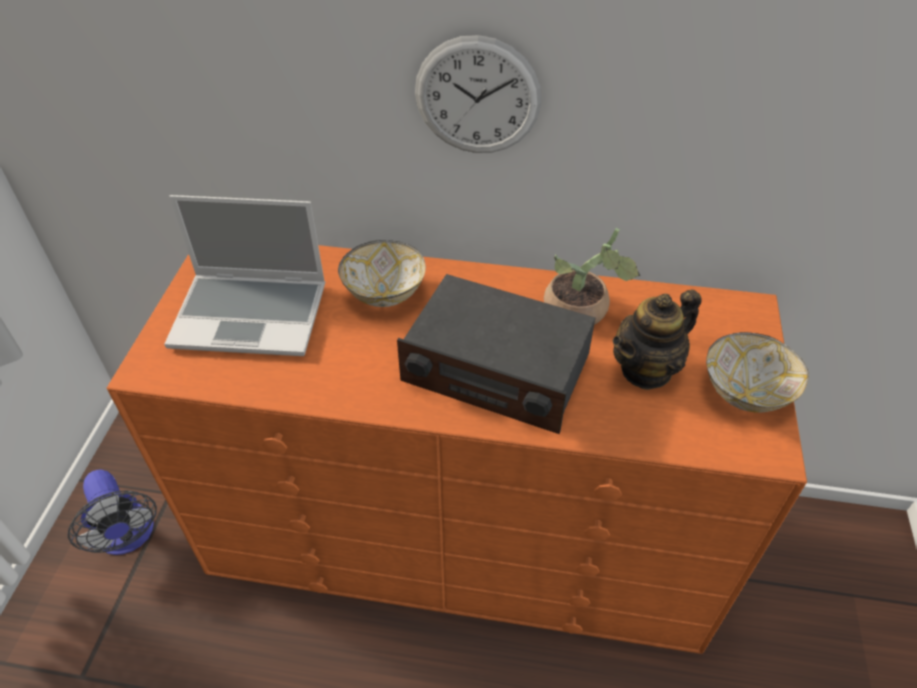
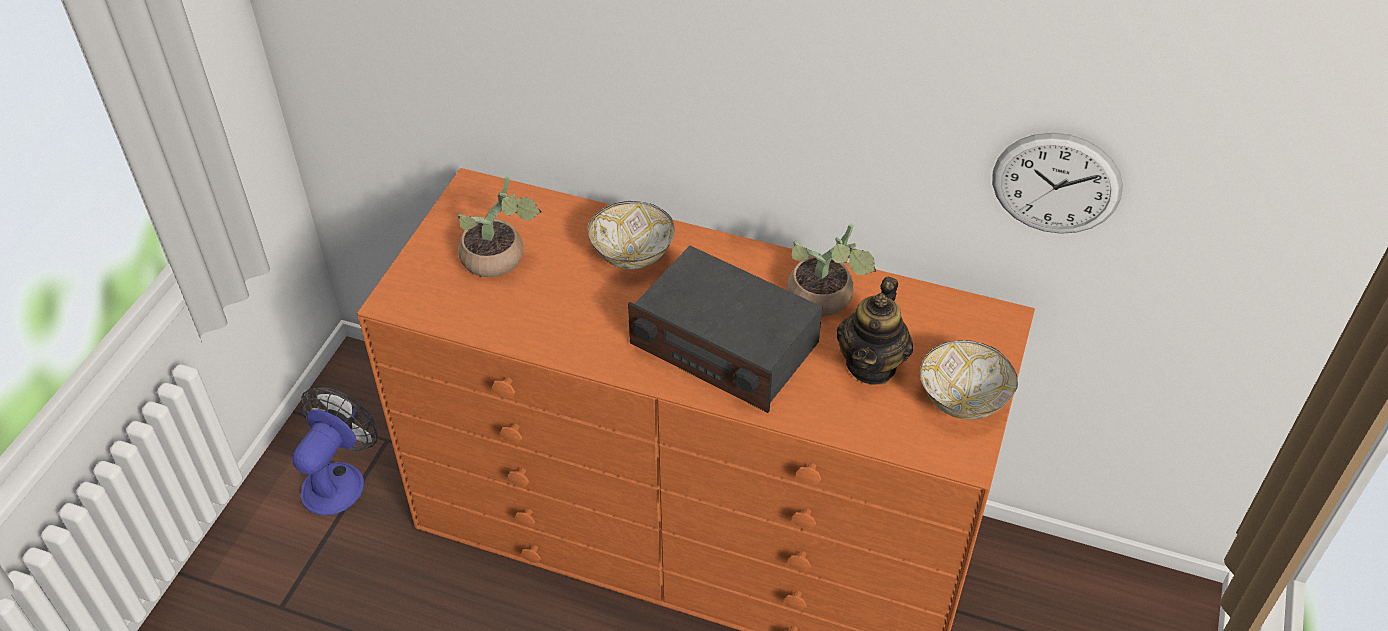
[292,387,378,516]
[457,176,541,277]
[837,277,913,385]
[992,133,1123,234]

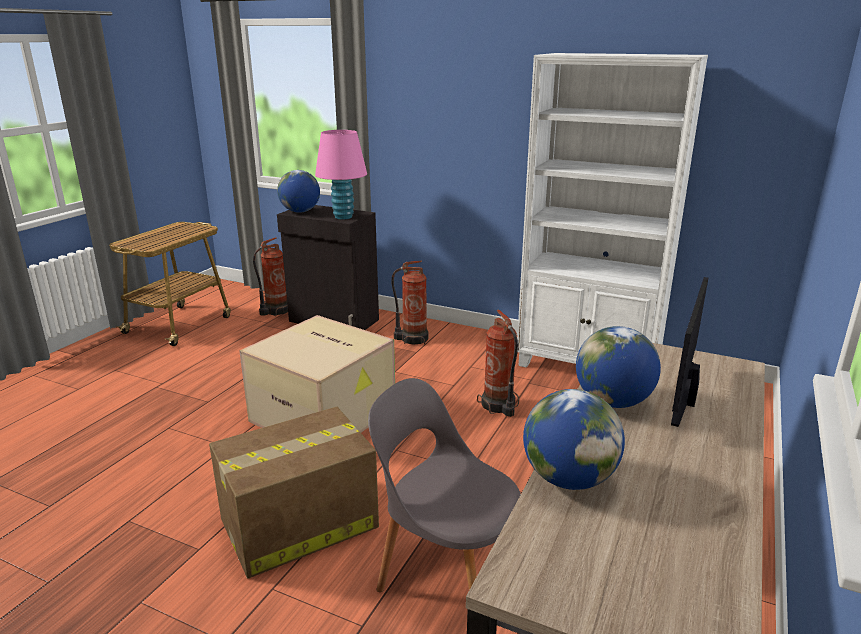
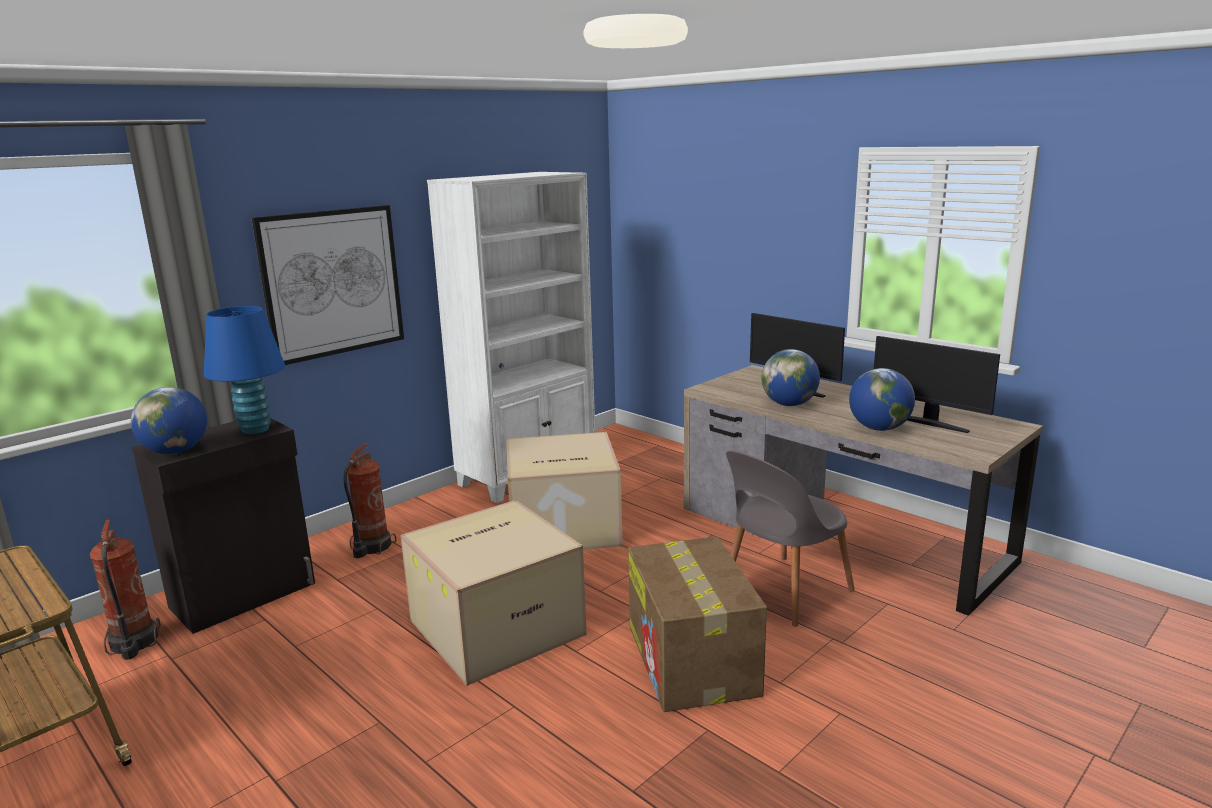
[204,306,285,435]
[252,205,404,365]
[506,432,623,550]
[874,336,1000,433]

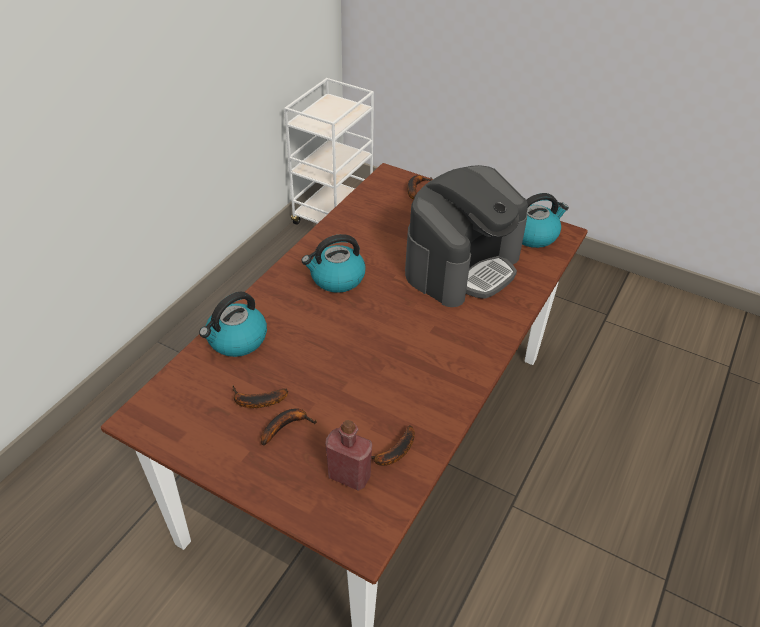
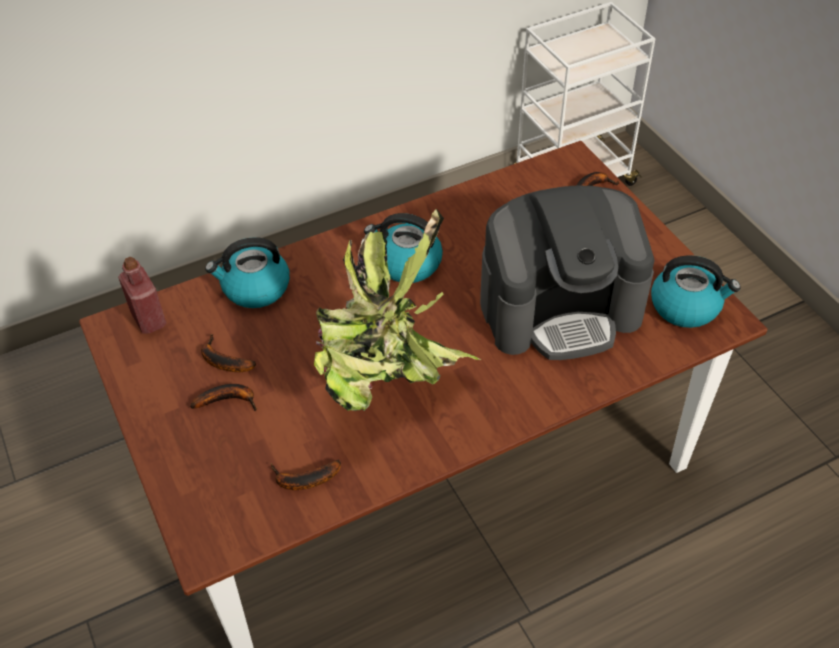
[118,257,166,334]
[314,209,481,411]

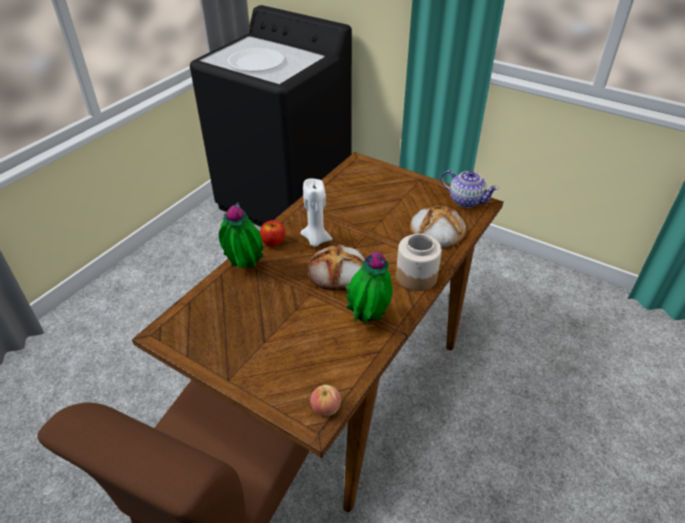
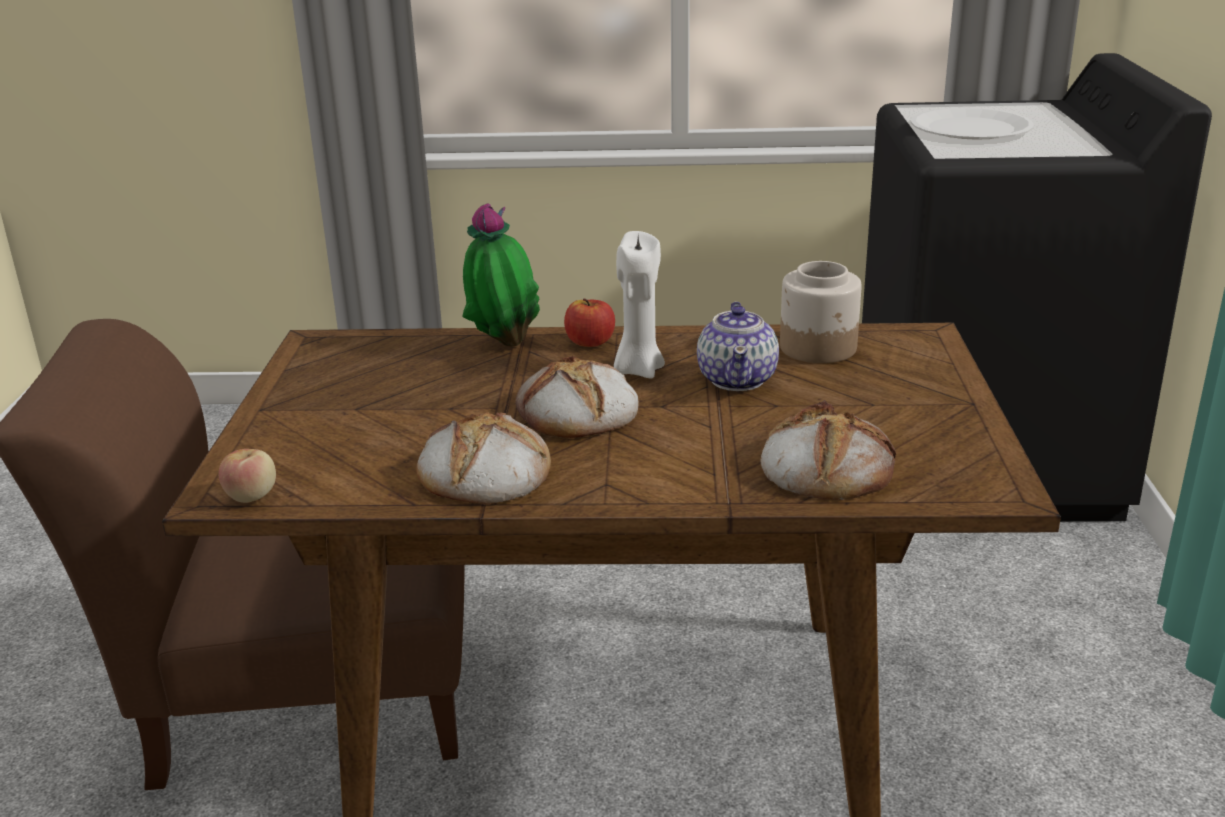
[416,412,551,504]
[697,302,779,391]
[780,261,862,363]

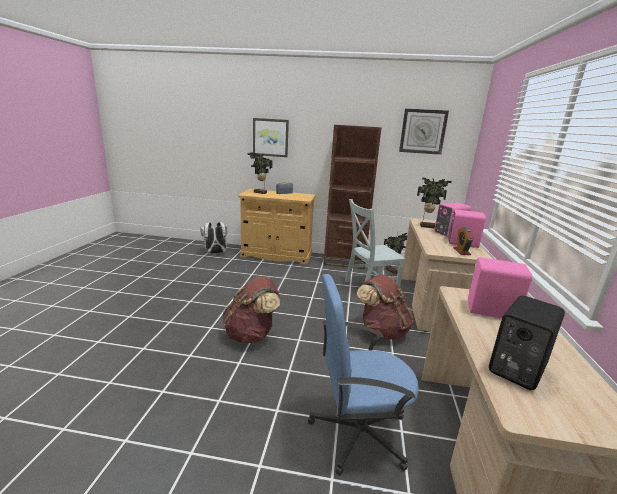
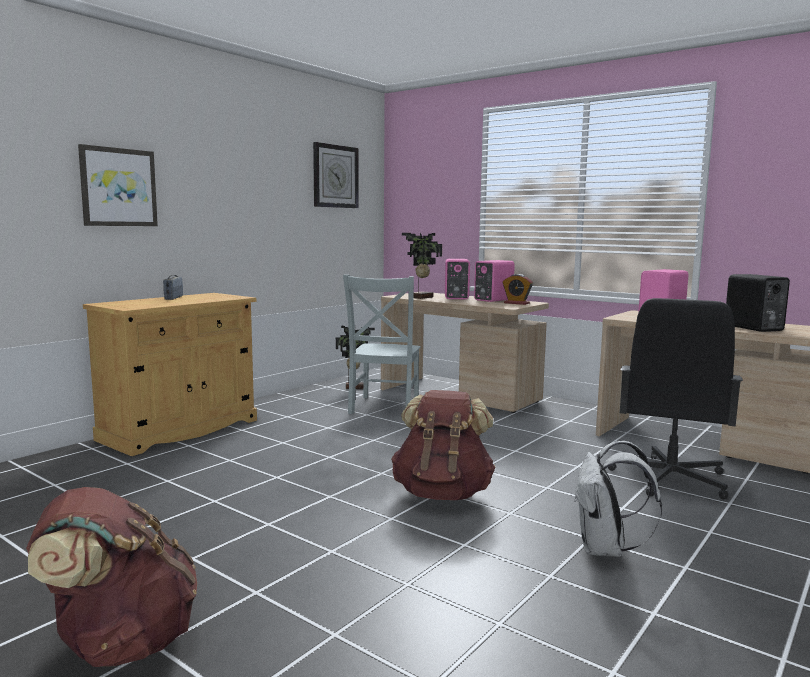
[26,487,197,667]
[574,441,662,557]
[608,298,743,499]
[248,152,273,194] (first image)
[323,125,381,269] (first image)

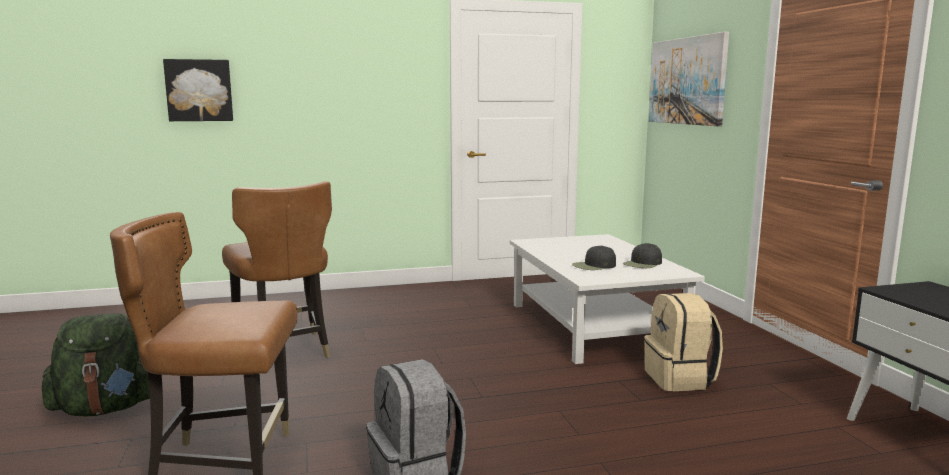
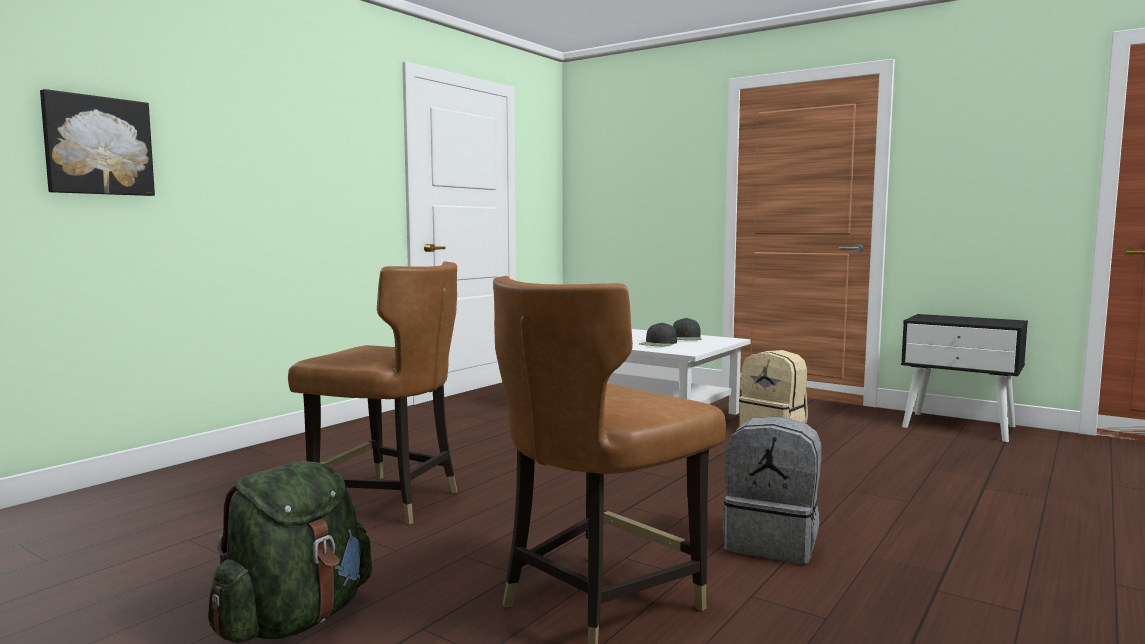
[649,32,729,126] (first image)

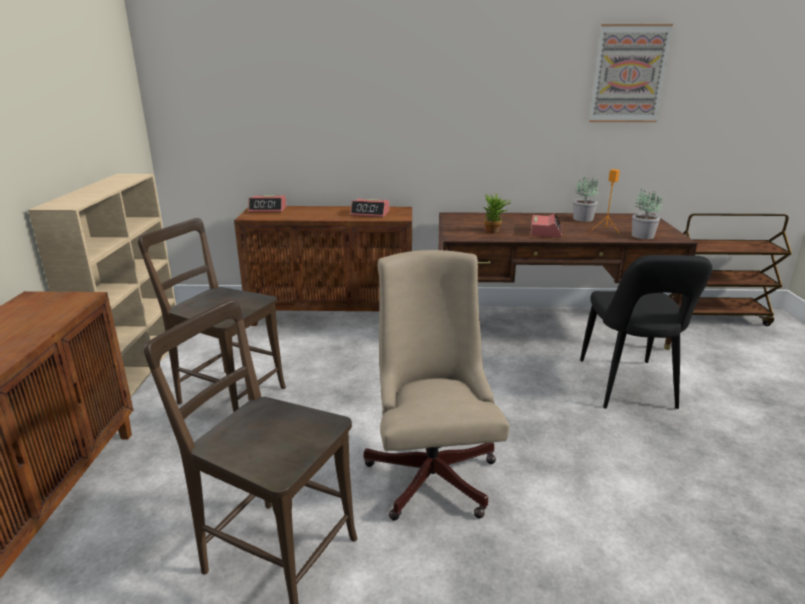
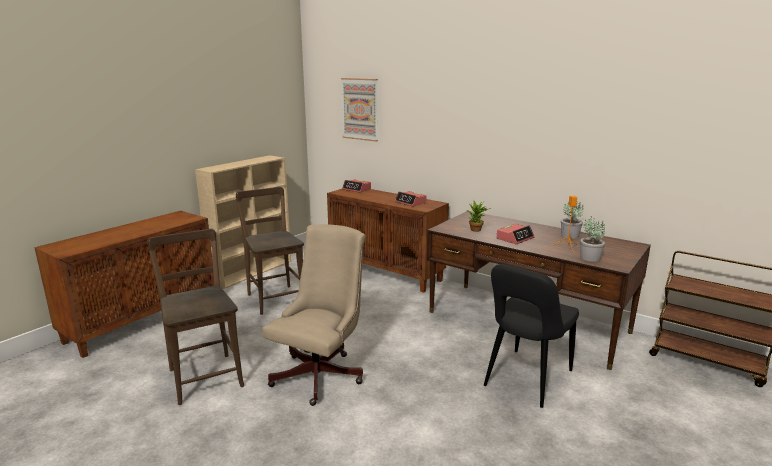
[341,78,378,142]

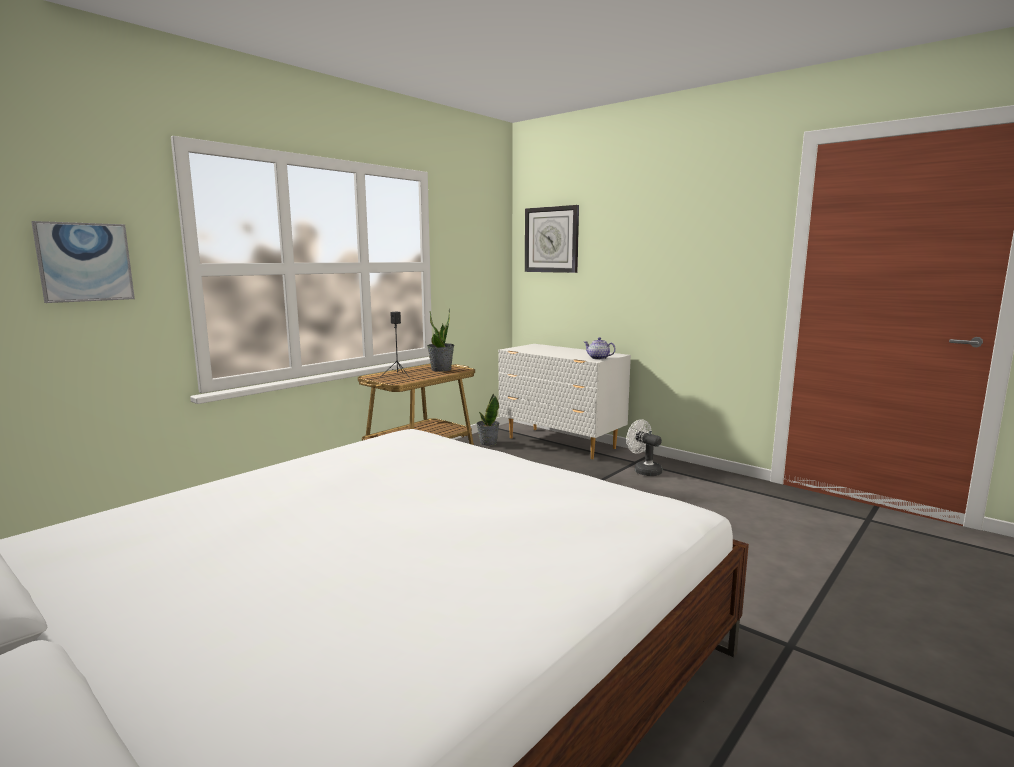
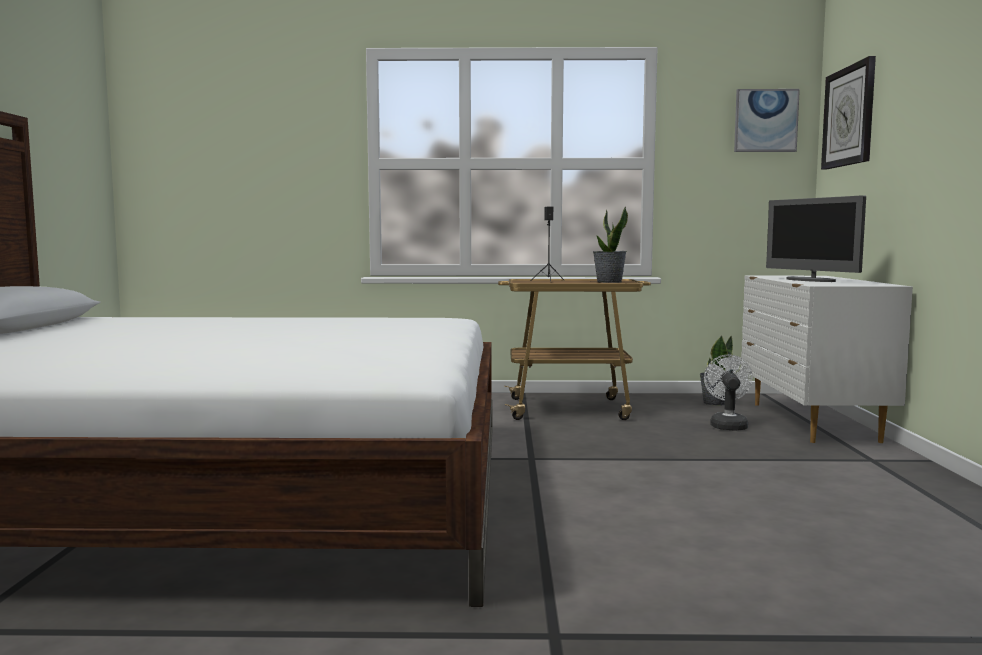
[704,354,753,431]
[734,89,800,152]
[766,195,866,282]
[584,337,616,360] (first image)

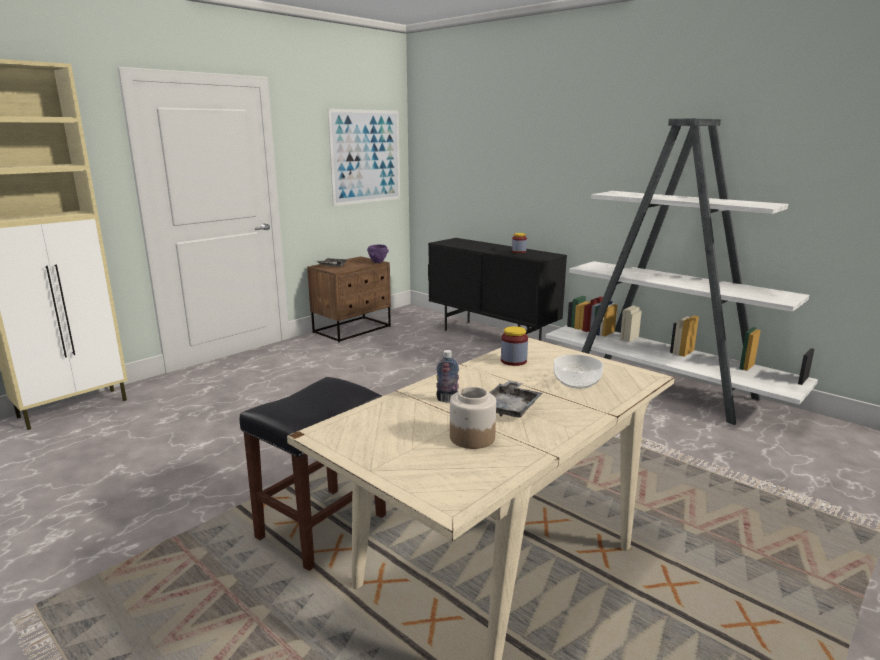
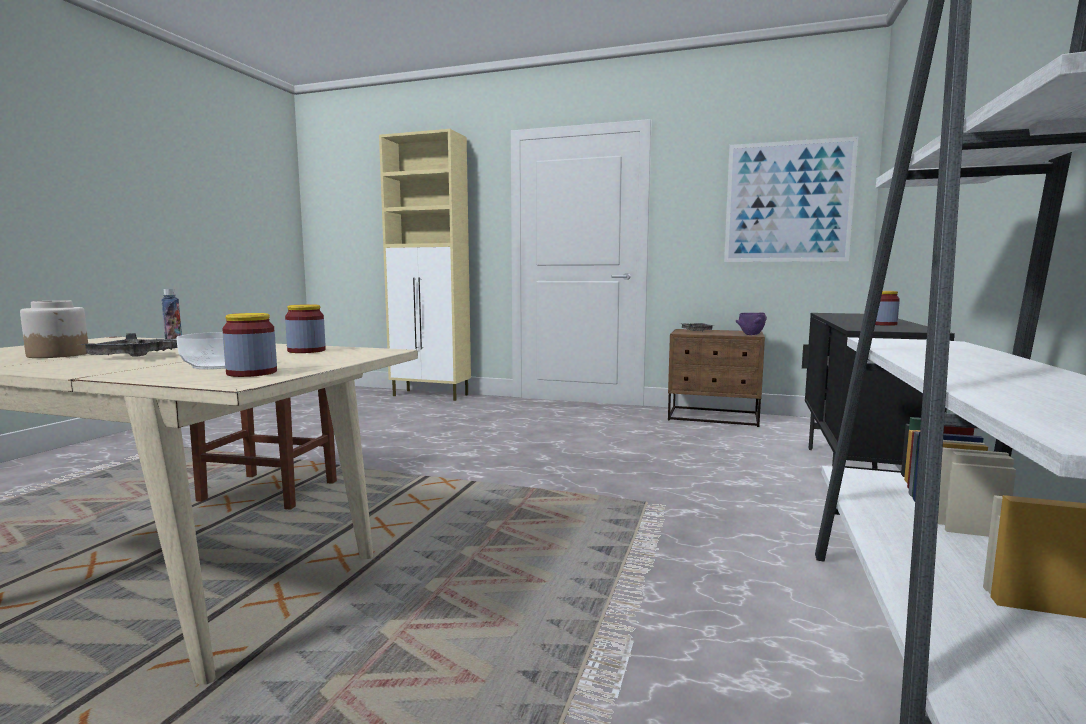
[222,313,277,377]

